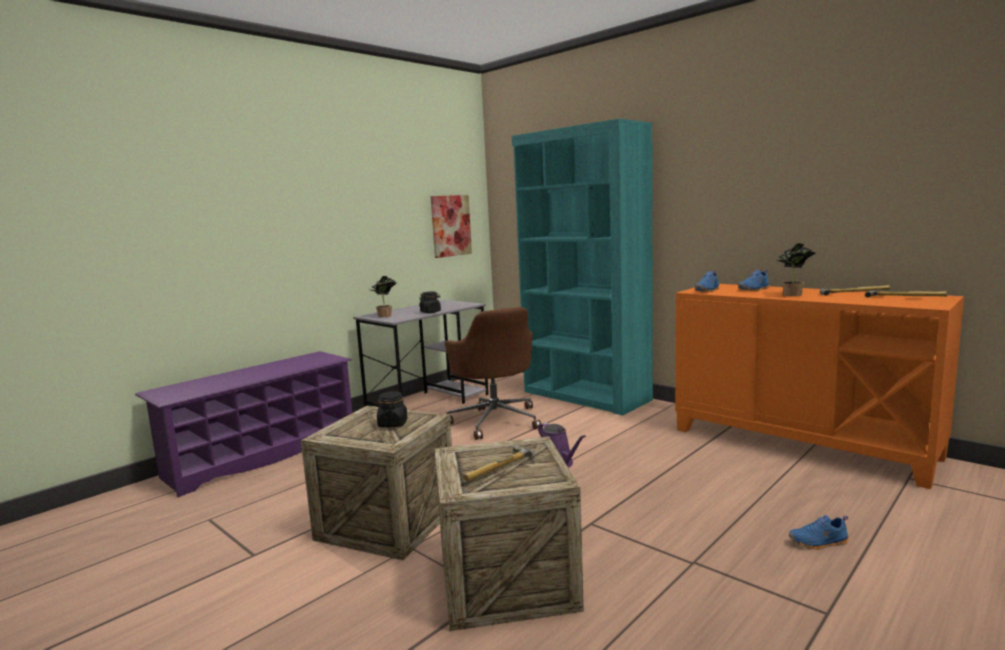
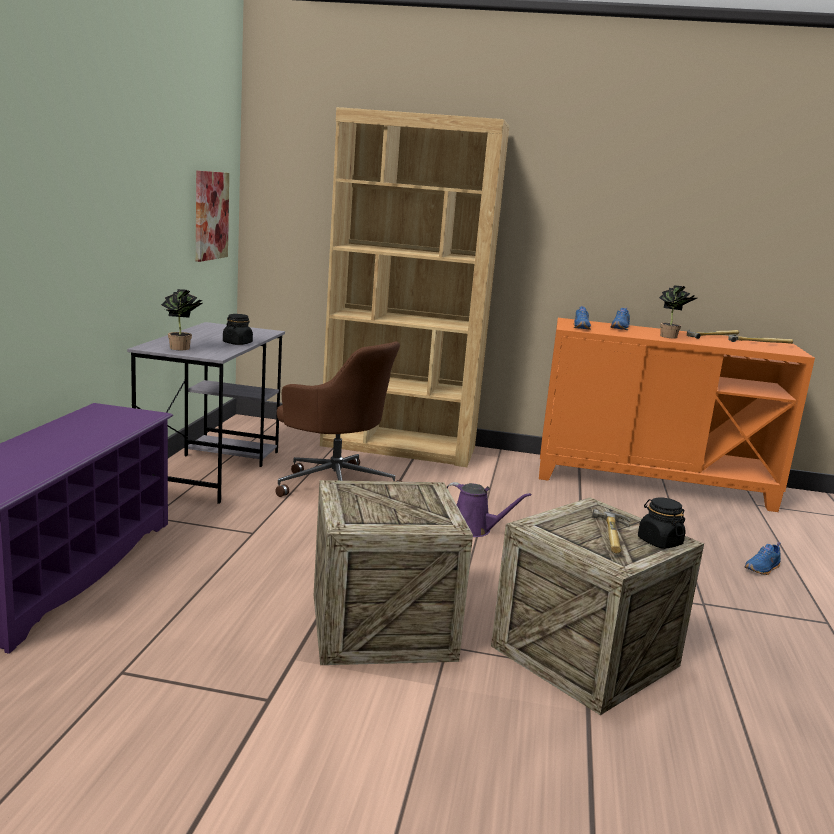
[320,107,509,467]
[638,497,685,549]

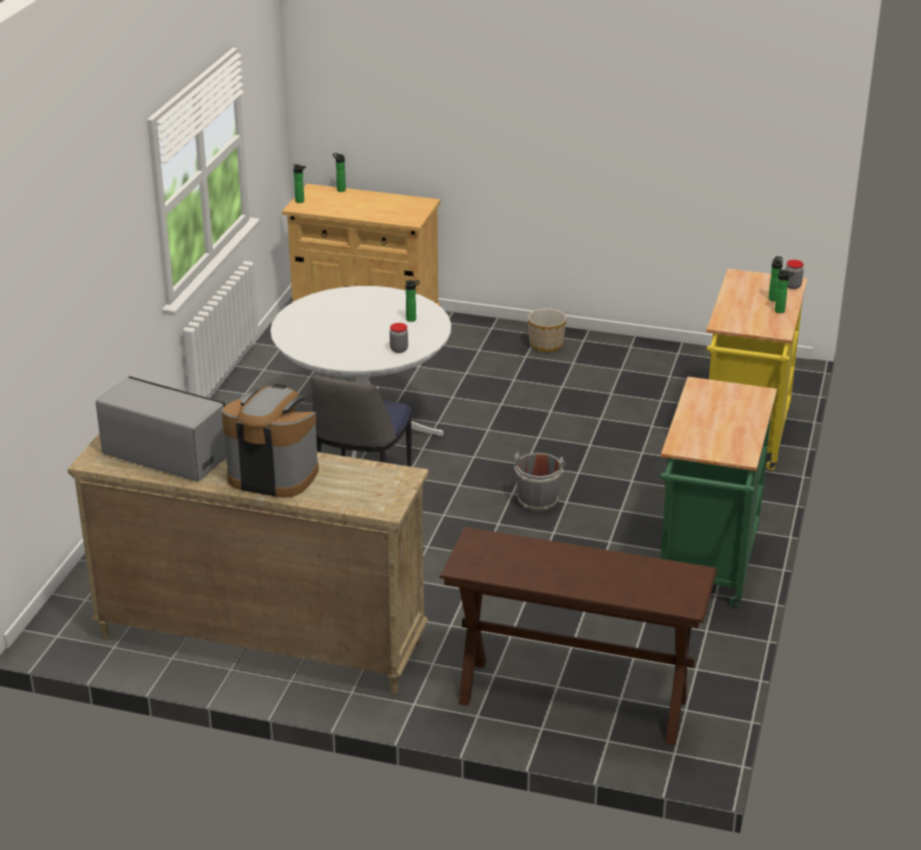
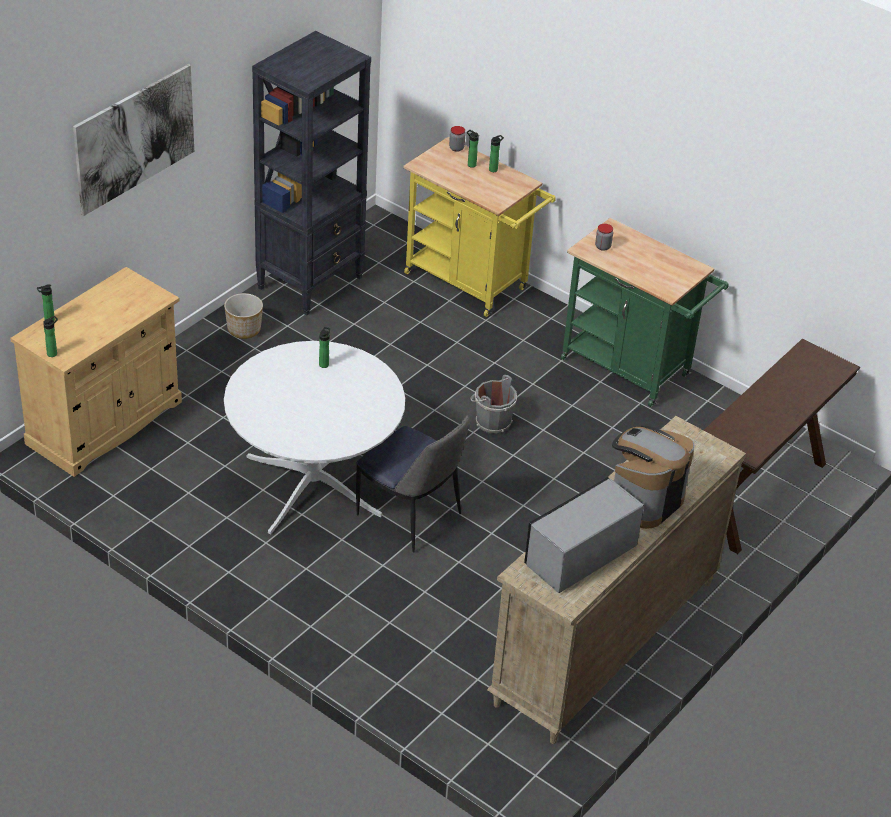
[73,64,194,216]
[252,31,371,316]
[595,224,613,251]

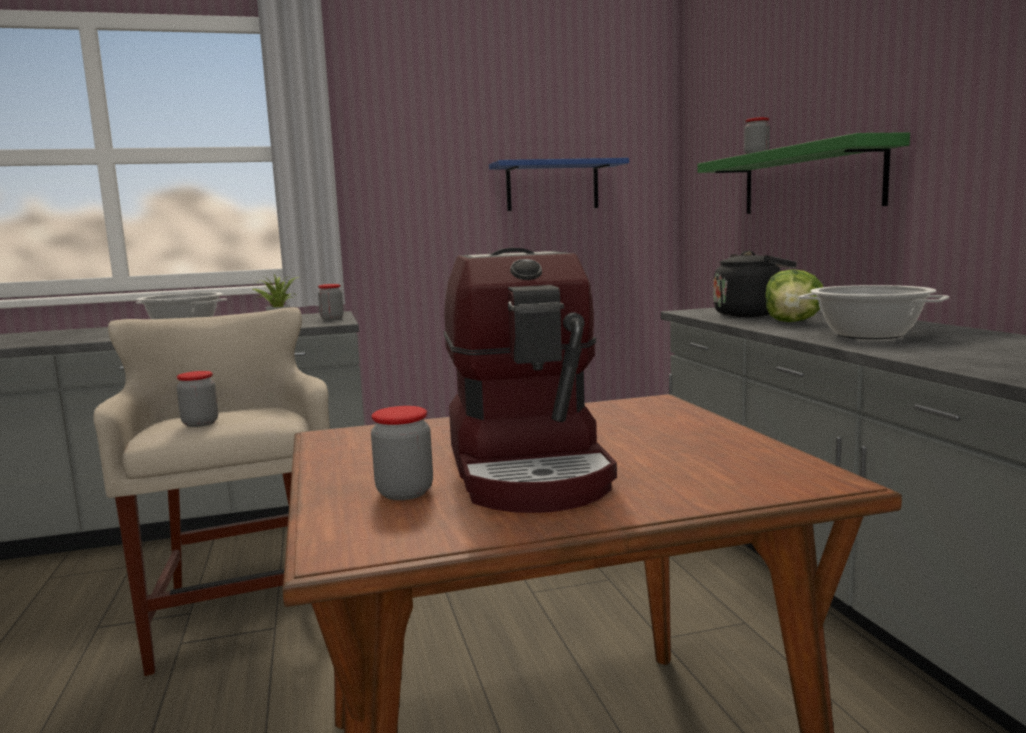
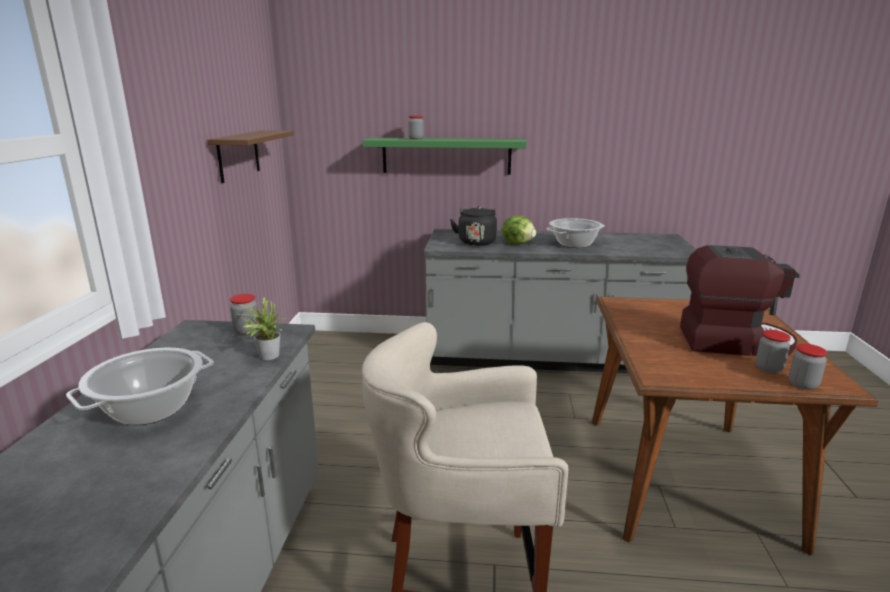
[207,131,294,183]
[789,344,828,390]

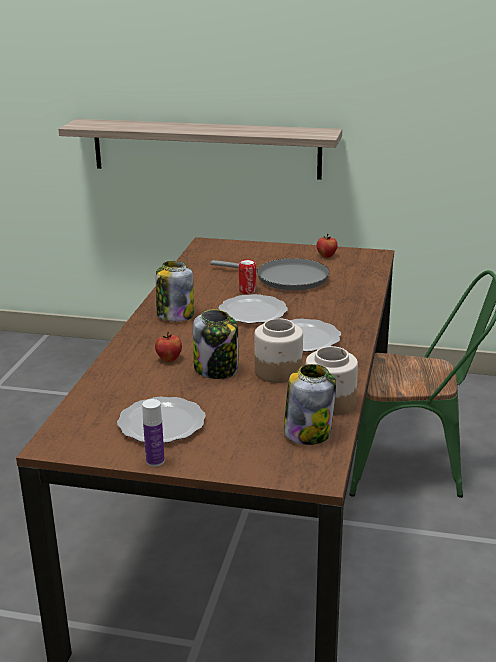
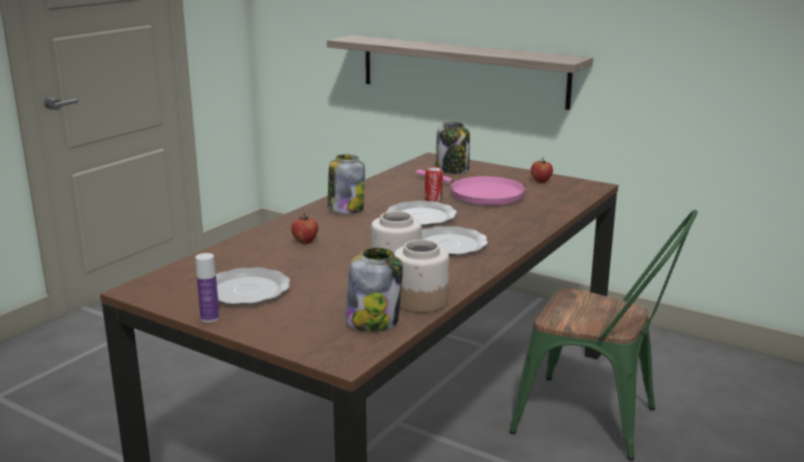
[416,170,526,205]
[436,121,470,174]

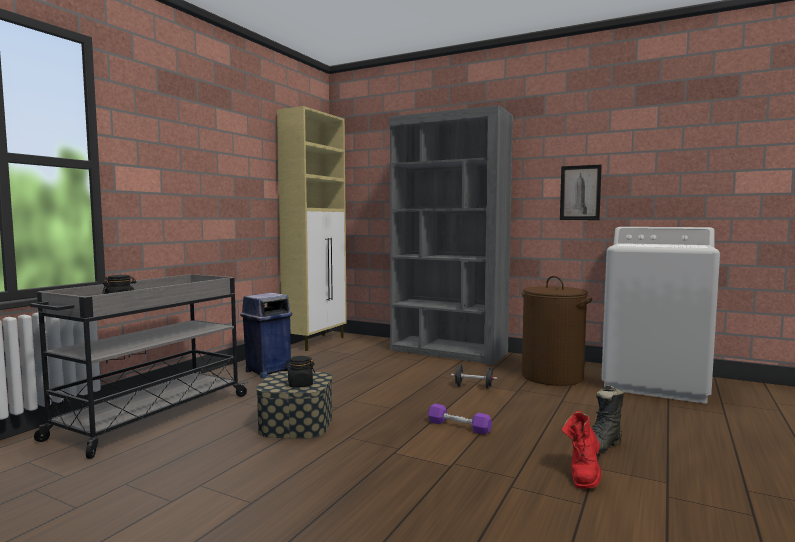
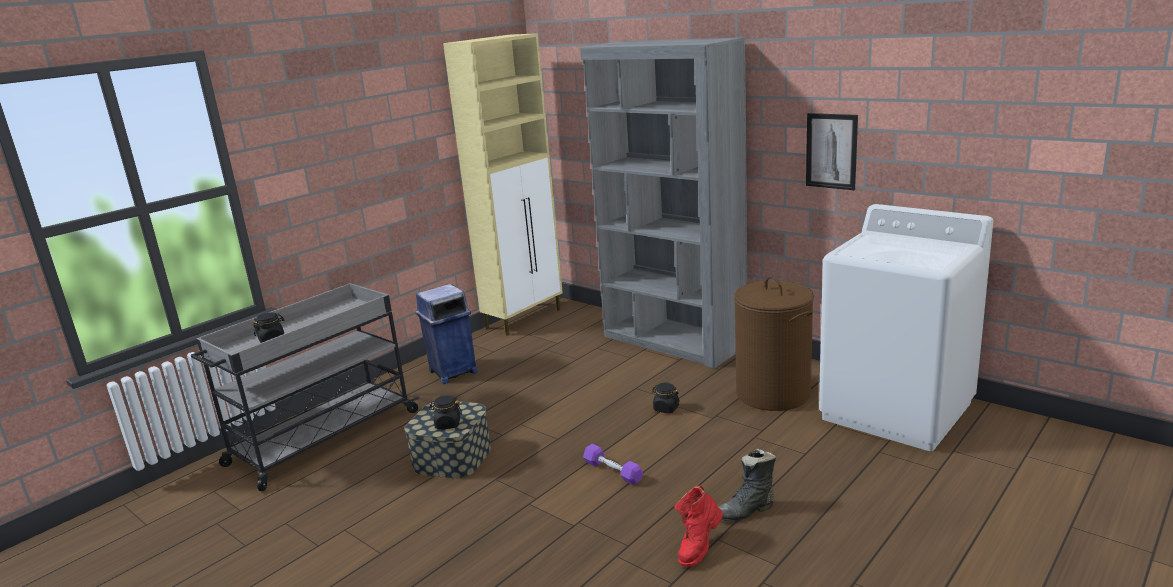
[652,383,680,413]

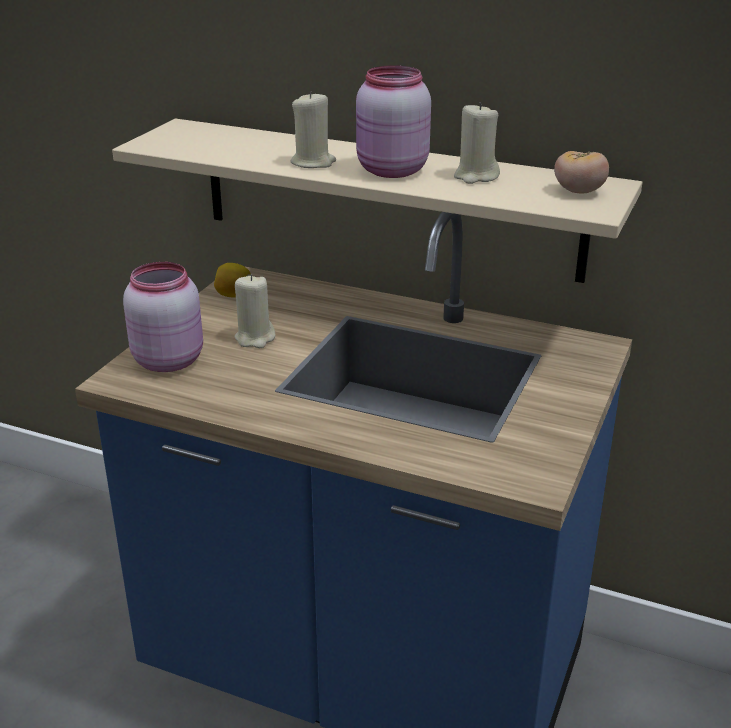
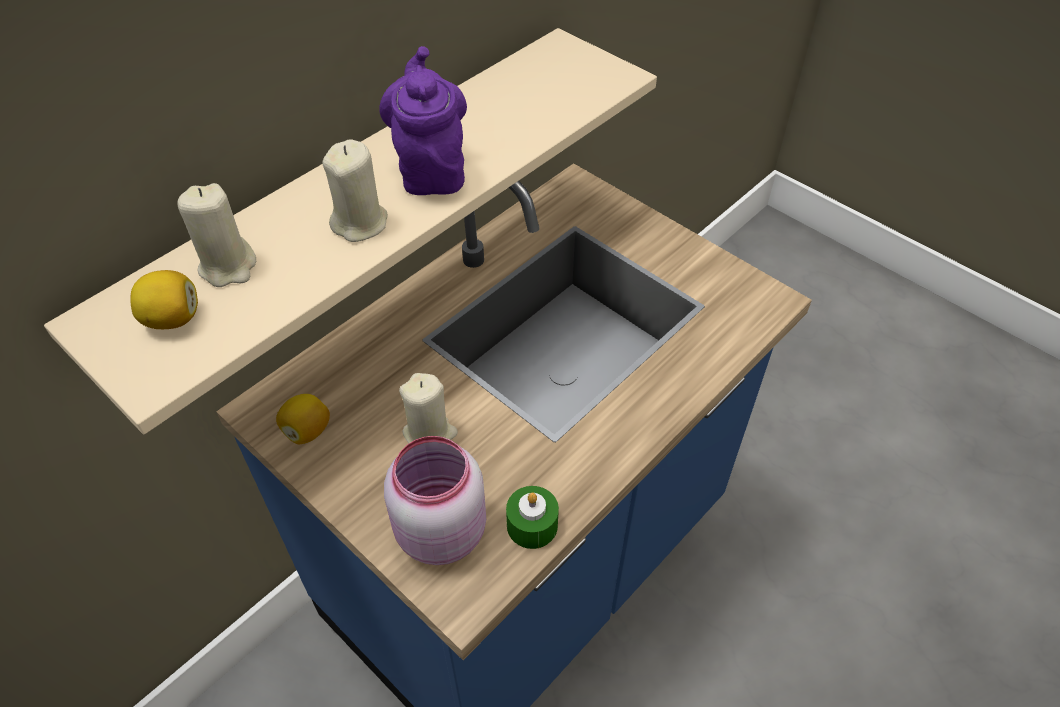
[130,270,198,329]
[177,183,256,287]
[379,46,467,195]
[506,486,559,549]
[554,151,609,194] (first image)

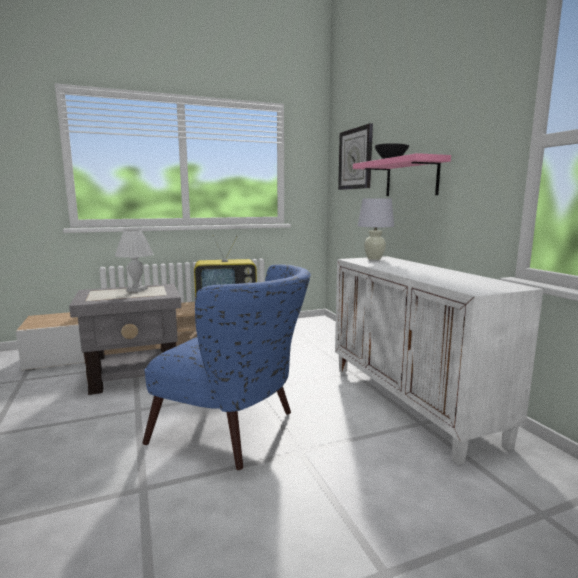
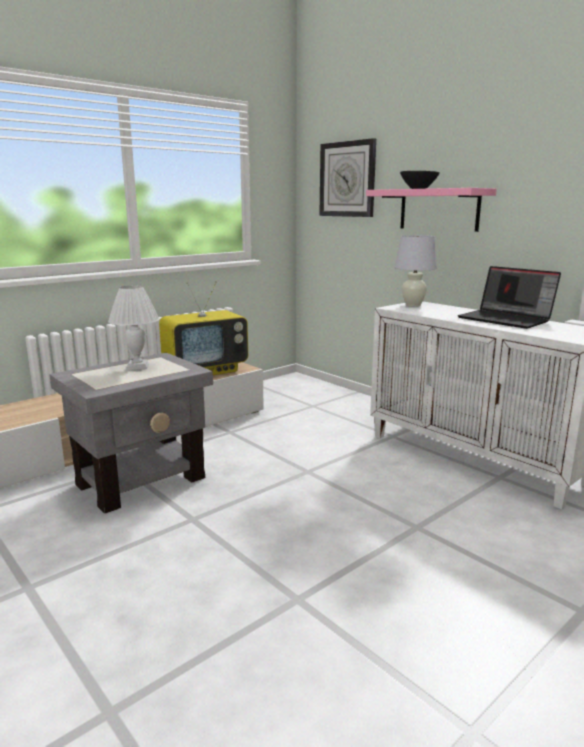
[458,266,561,329]
[142,264,311,470] (first image)

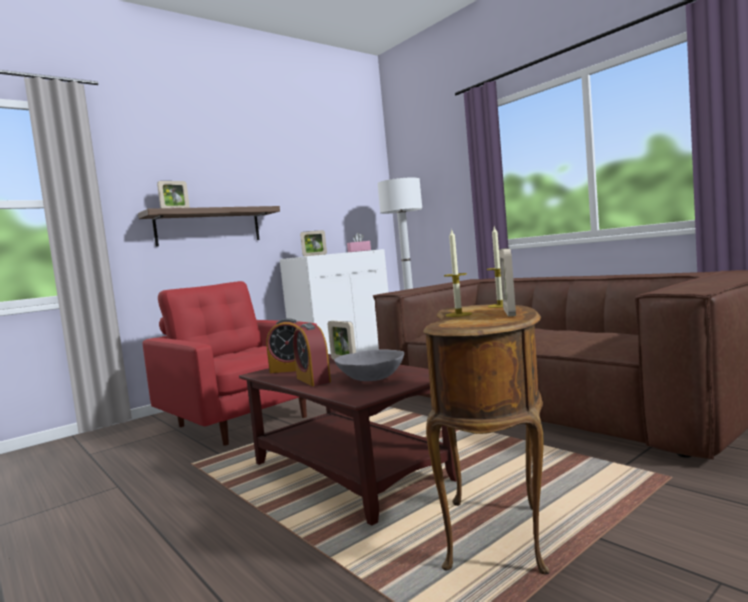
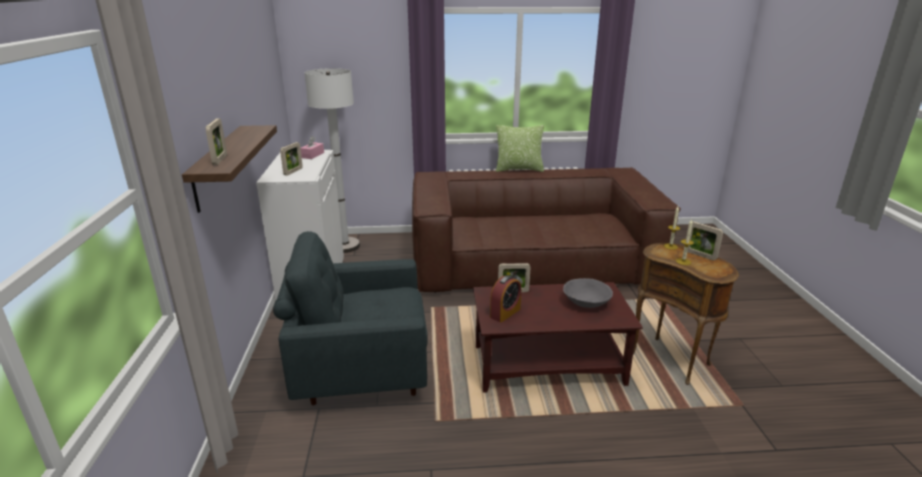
[273,231,428,405]
[496,125,544,172]
[293,323,331,386] (first image)

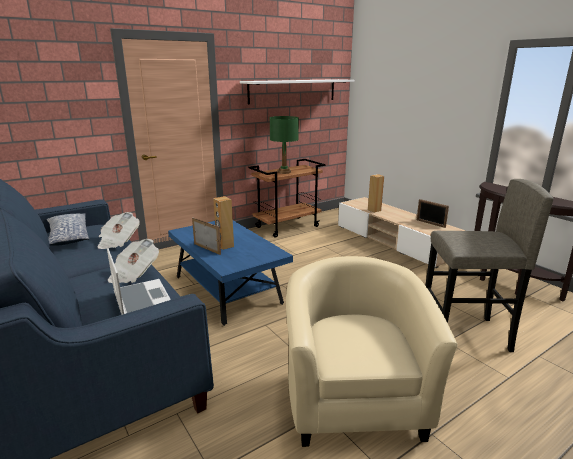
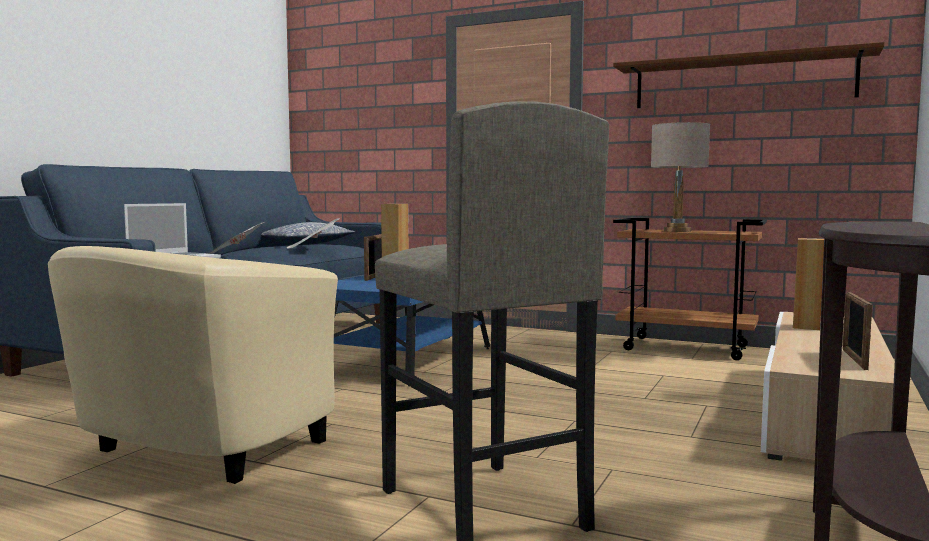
[48,246,338,484]
[613,42,884,108]
[651,122,710,232]

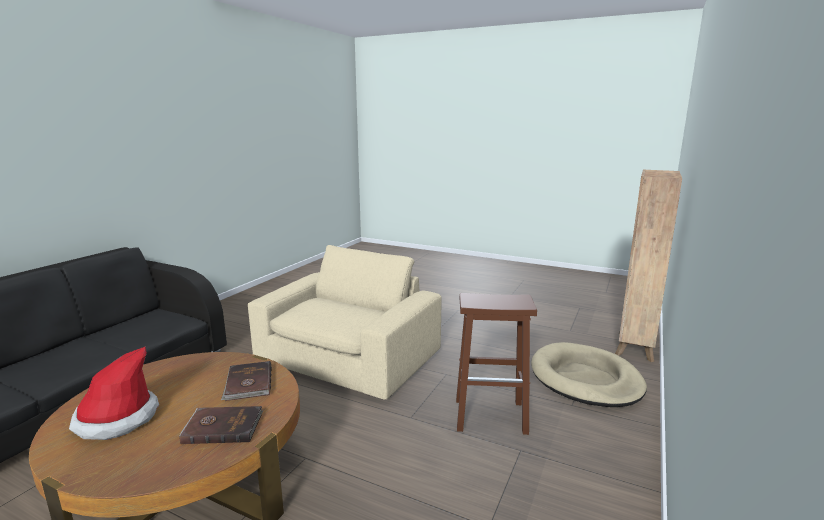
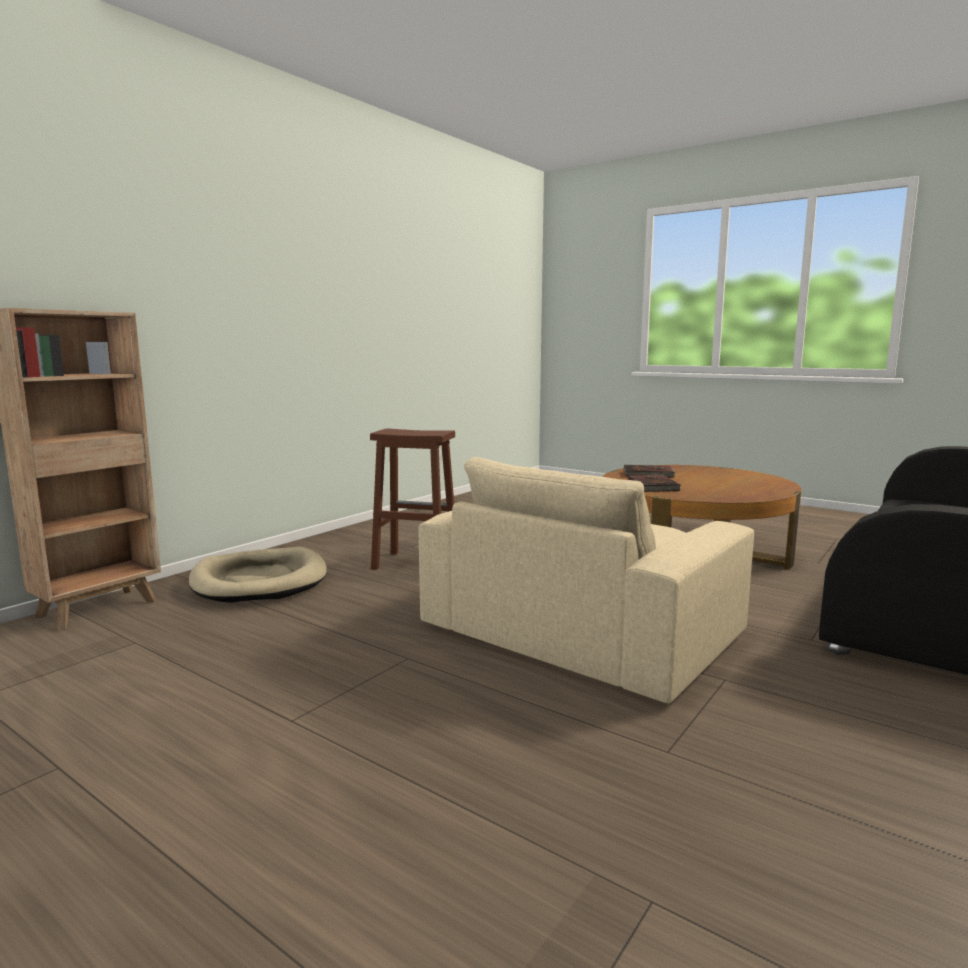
[69,347,159,440] (first image)

